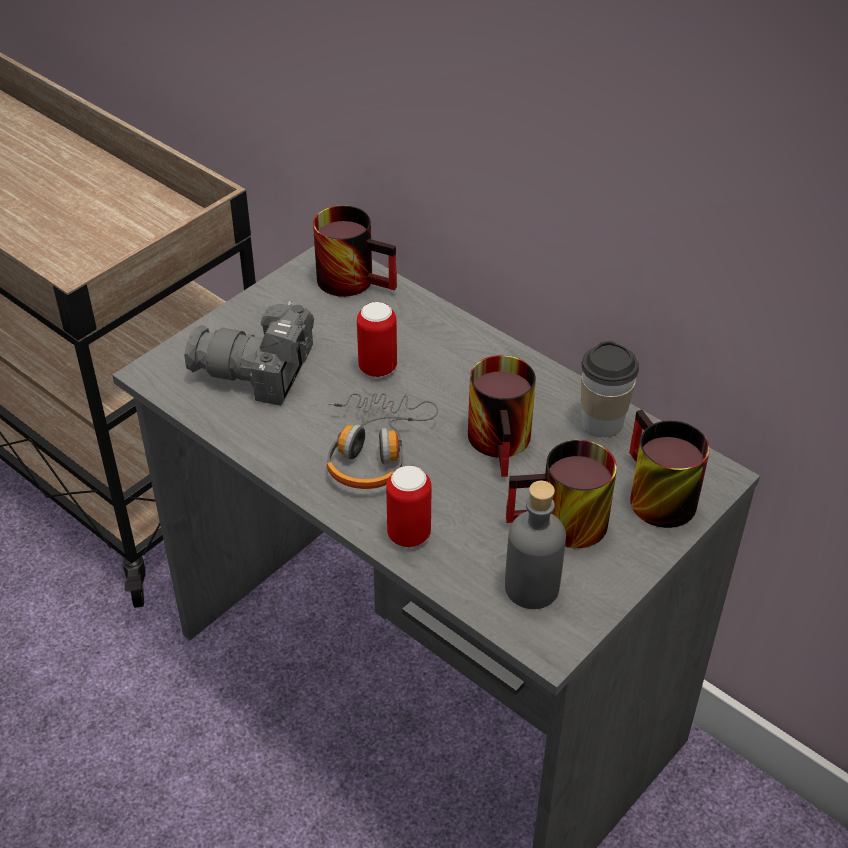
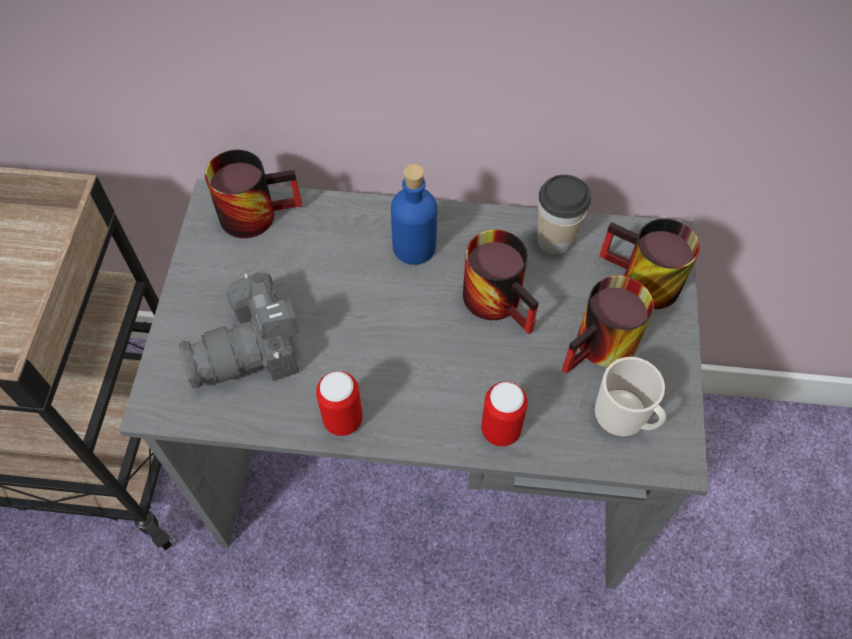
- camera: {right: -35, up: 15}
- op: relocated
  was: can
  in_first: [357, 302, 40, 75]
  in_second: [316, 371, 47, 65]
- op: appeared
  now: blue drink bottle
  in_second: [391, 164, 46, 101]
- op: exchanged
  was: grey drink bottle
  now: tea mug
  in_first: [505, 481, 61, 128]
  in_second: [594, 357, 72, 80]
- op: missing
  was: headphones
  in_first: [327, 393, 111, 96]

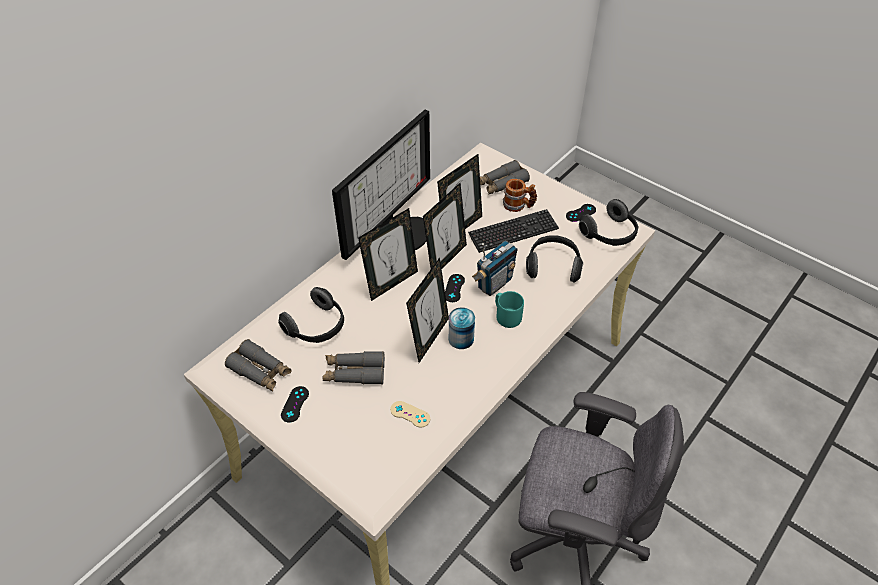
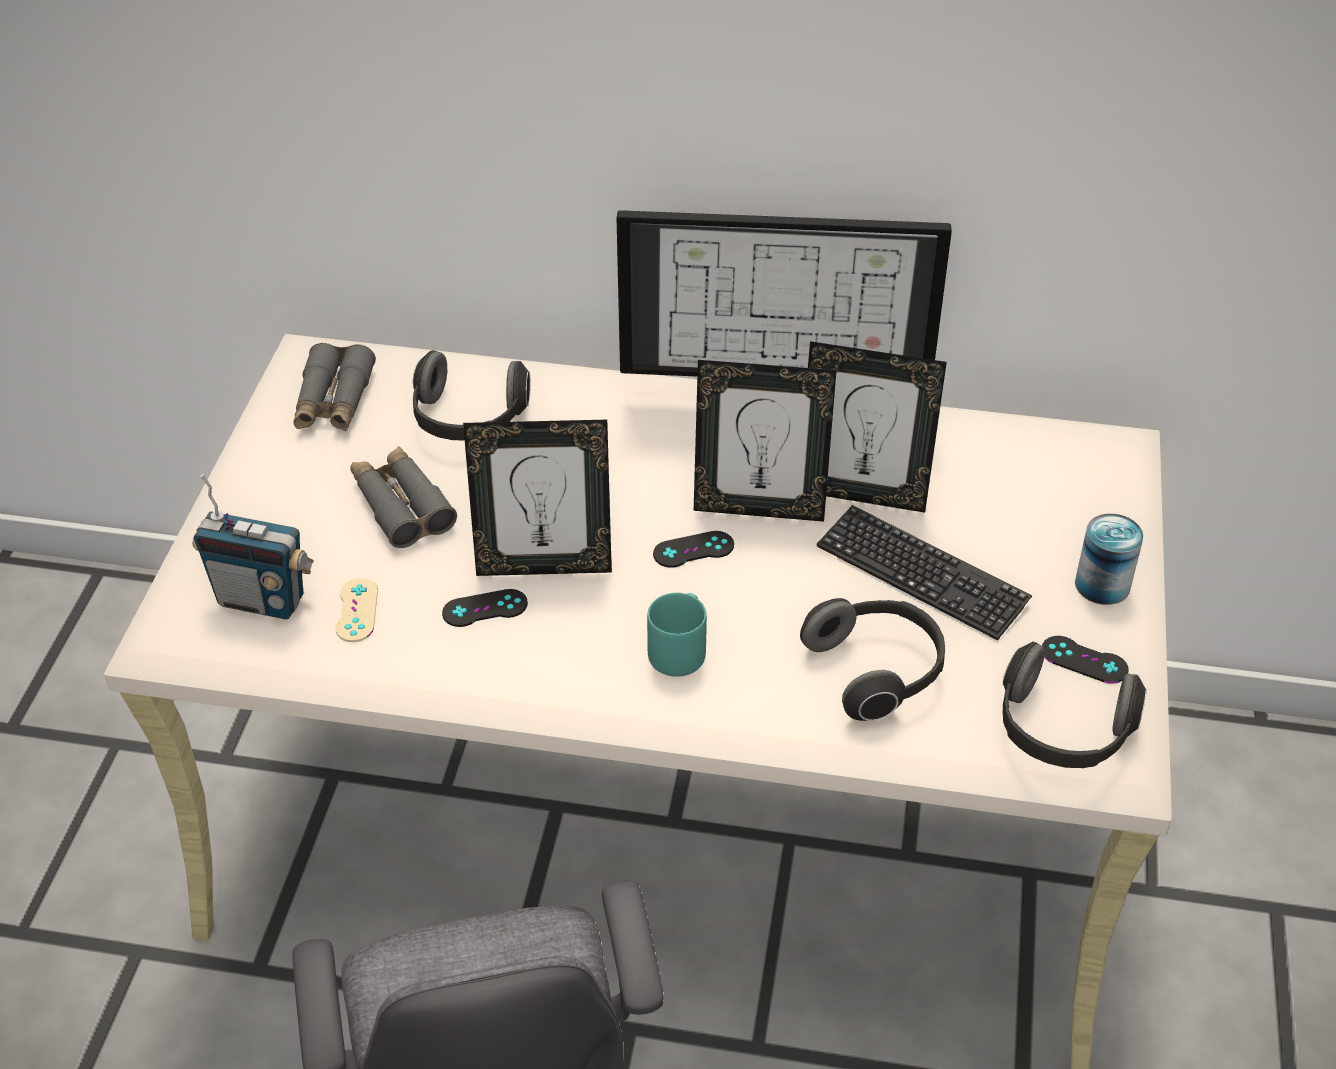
- camera: {right: 60, up: -5}
- op: relocated
  was: radio receiver
  in_first: [472, 241, 46, 55]
  in_second: [193, 474, 121, 145]
- op: relocated
  was: black-coloured joypad
  in_first: [281, 386, 28, 37]
  in_second: [442, 589, 86, 38]
- op: relocated
  was: can
  in_first: [449, 307, 26, 42]
  in_second: [1075, 514, 69, 91]
- op: missing
  was: standing frame
  in_first: [358, 208, 60, 93]
- op: missing
  was: grey field glasses
  in_first: [480, 160, 50, 35]
- op: missing
  was: tea mug
  in_first: [503, 179, 34, 33]

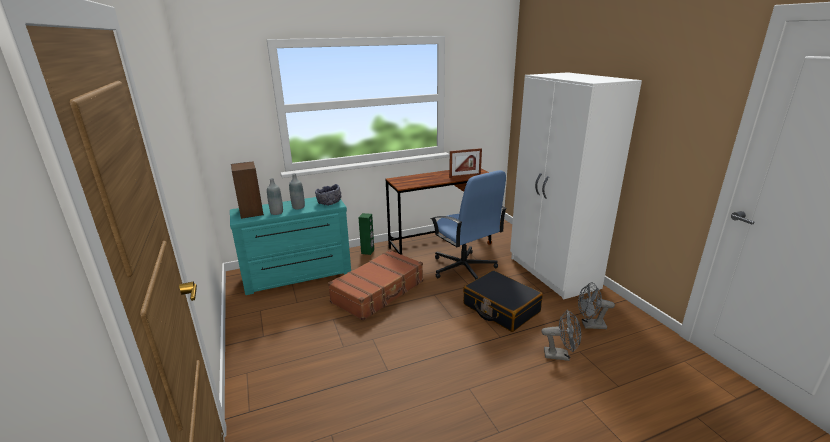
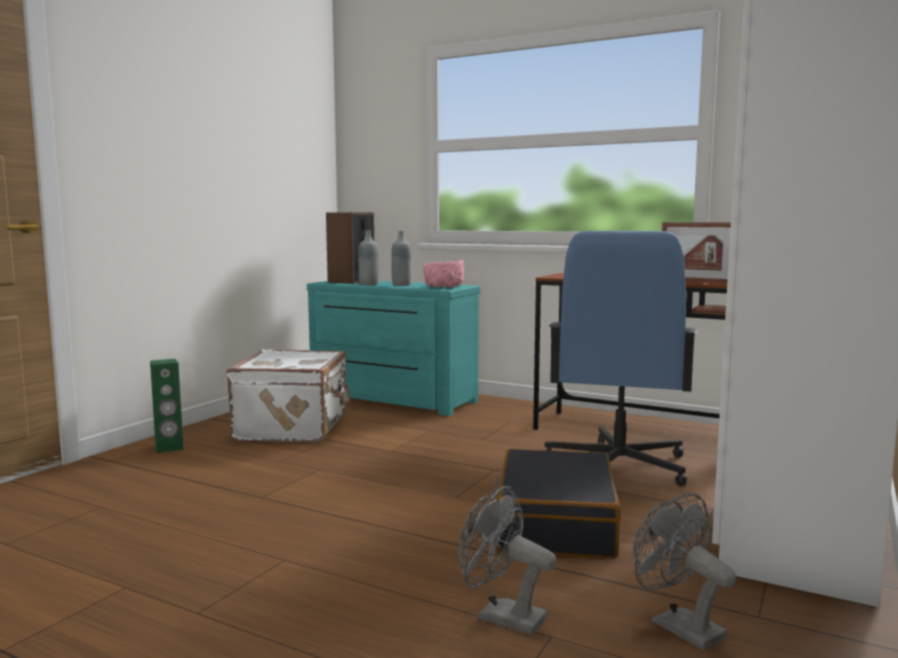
- camera: {right: 50, up: -15}
- op: relocated
  was: greenish audio speaker
  in_first: [358, 213, 16, 42]
  in_second: [150, 359, 34, 94]
- op: appeared
  now: white-coloured suitcase
  in_second: [226, 349, 124, 94]
- op: colour
  was: grey serving bowl
  now: pink-coloured serving bowl
  in_first: [315, 184, 26, 22]
  in_second: [423, 259, 41, 28]
- op: spun
  was: grey electric fan
  in_first: [541, 310, 40, 51]
  in_second: [458, 486, 98, 149]
  clockwise: 150
- op: missing
  was: brownish suitcase
  in_first: [328, 250, 95, 71]

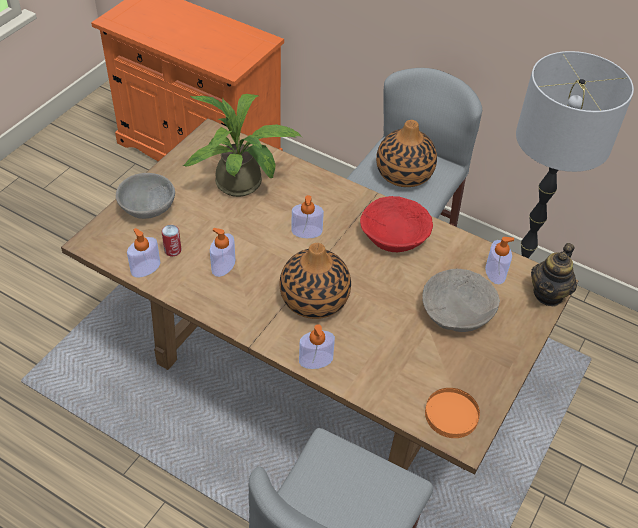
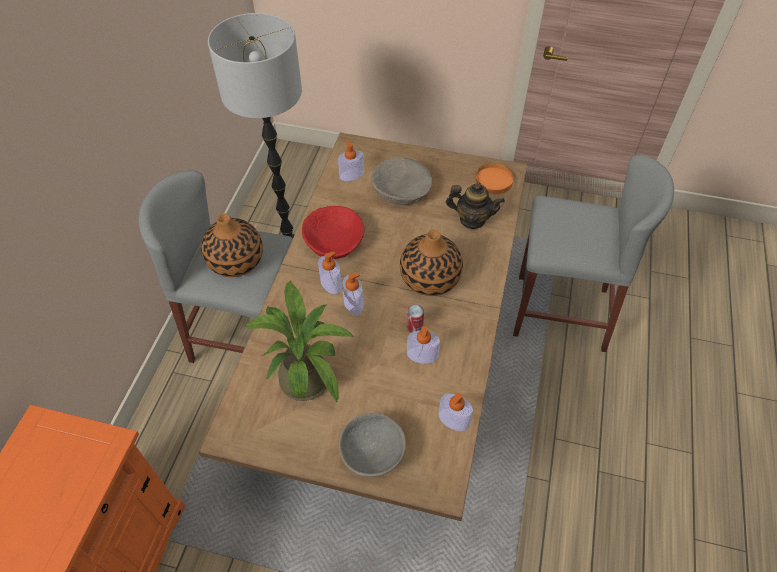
- camera: {right: -105, up: 5}
- op: relocated
  was: soap dispenser
  in_first: [299, 324, 36, 45]
  in_second: [318, 251, 24, 43]
- op: relocated
  was: can
  in_first: [162, 225, 20, 32]
  in_second: [407, 305, 17, 28]
- op: relocated
  was: tea pot
  in_first: [531, 243, 46, 63]
  in_second: [446, 182, 59, 47]

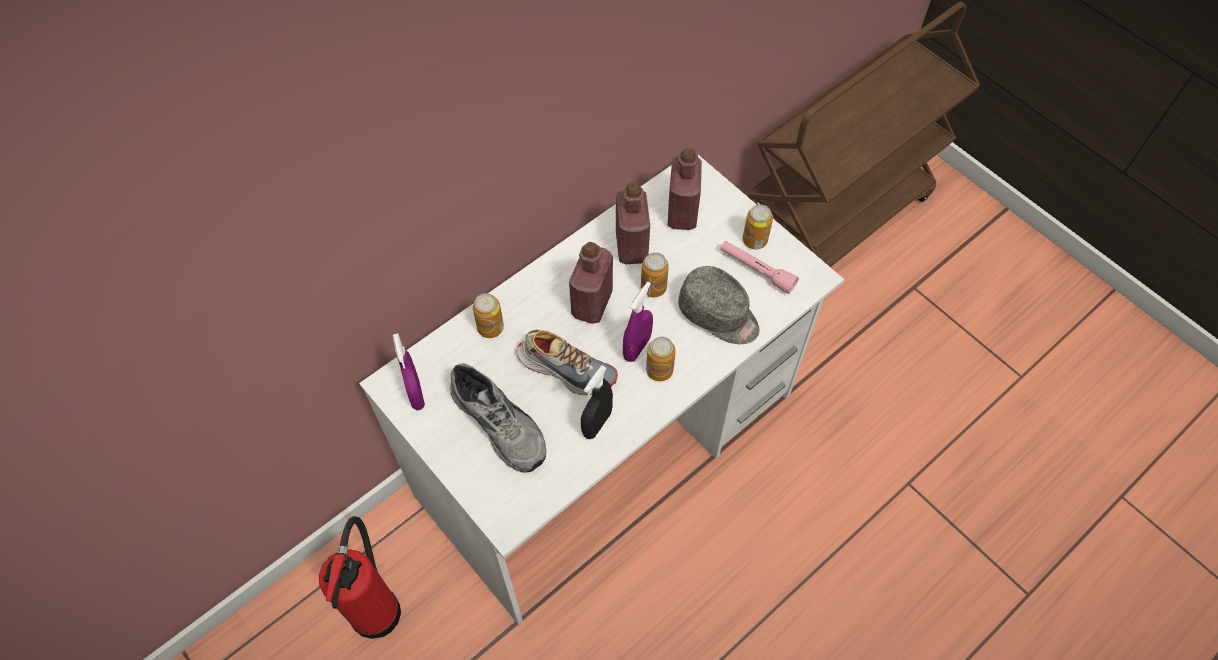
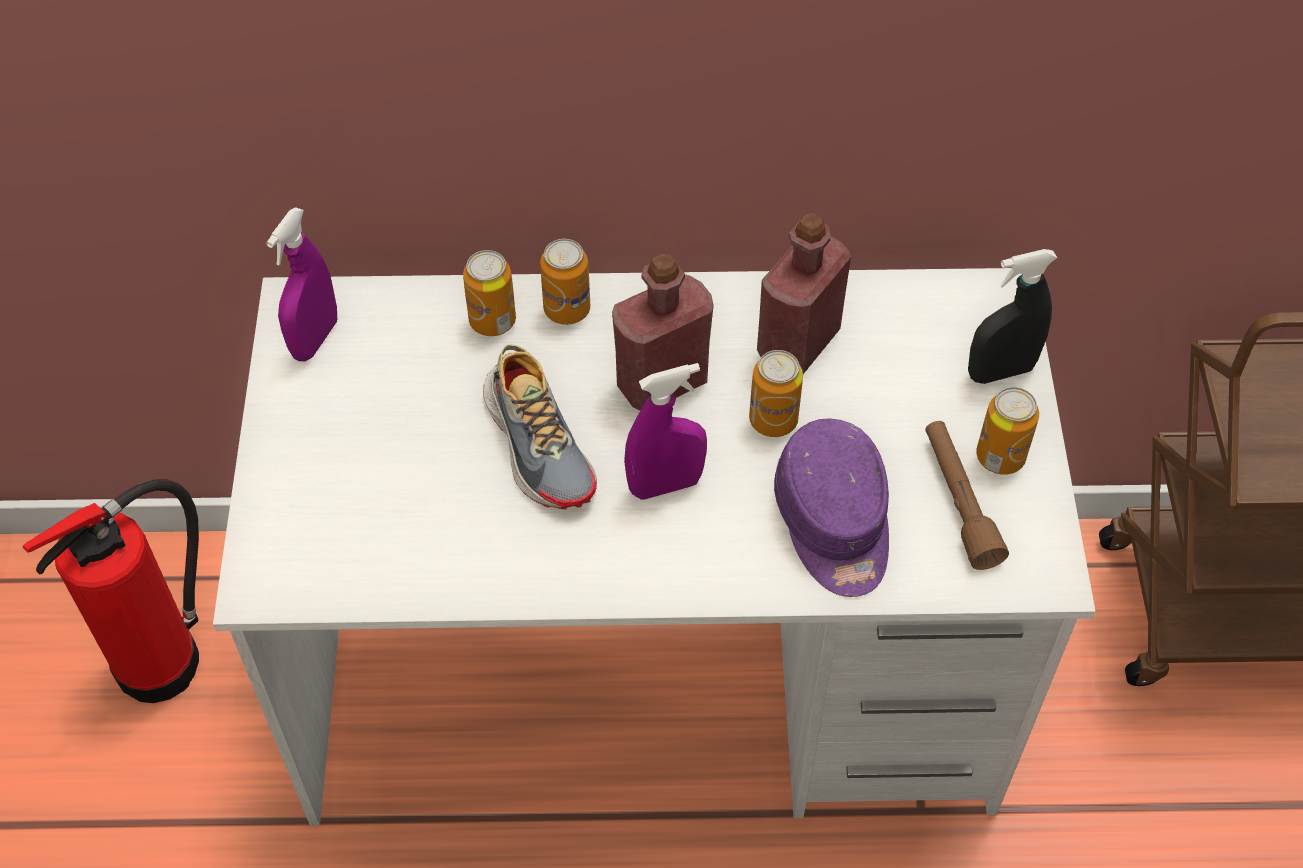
- camera: {right: 40, up: -5}
- op: relocated
  was: can
  in_first: [646, 337, 29, 44]
  in_second: [540, 239, 50, 86]
- op: colour
  was: grey baseball cap
  now: purple baseball cap
  in_first: [678, 266, 81, 78]
  in_second: [774, 418, 115, 179]
- op: colour
  was: pink-coloured torch
  now: brownish torch
  in_first: [720, 241, 79, 53]
  in_second: [925, 421, 84, 149]
- op: relocated
  was: black-coloured hand sprayer
  in_first: [581, 366, 32, 73]
  in_second: [968, 249, 89, 135]
- op: missing
  was: grey shoe
  in_first: [450, 363, 96, 110]
- op: missing
  was: red drink bottle
  in_first: [668, 148, 34, 82]

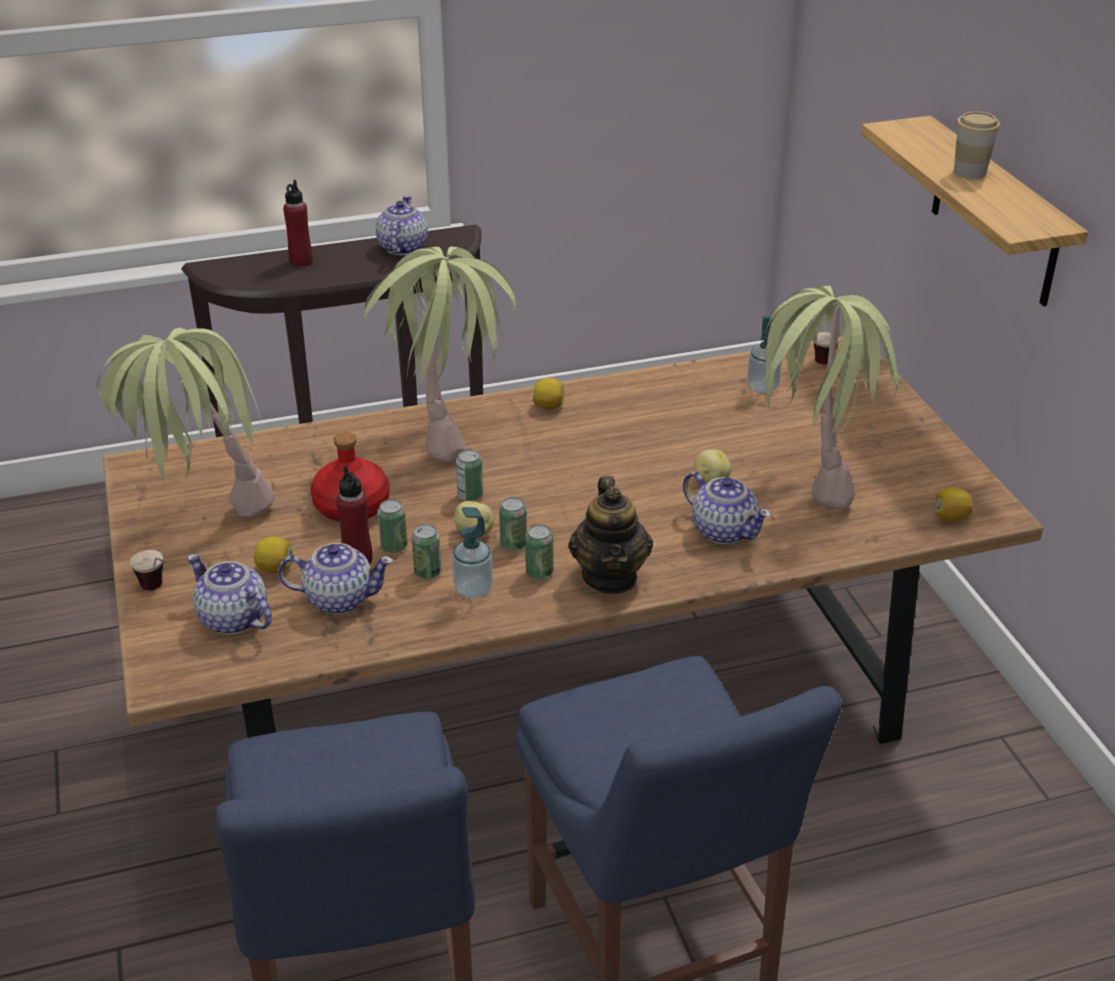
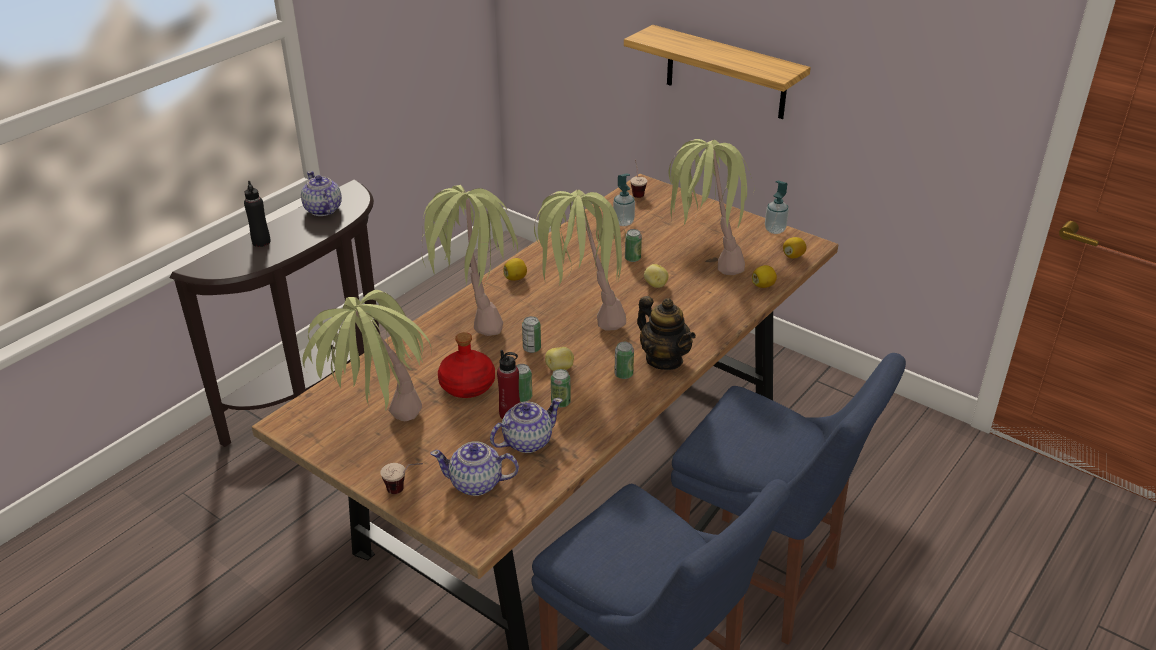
- camera: {right: -35, up: 0}
- op: colour
  was: red drink bottle
  now: black-coloured drink bottle
  in_first: [283, 180, 30, 87]
  in_second: [244, 181, 27, 66]
- op: appeared
  now: plant in a pot
  in_second: [534, 190, 92, 141]
- op: relocated
  was: can
  in_first: [499, 497, 28, 54]
  in_second: [625, 229, 17, 33]
- op: relocated
  was: whole lemon
  in_first: [254, 536, 40, 37]
  in_second: [752, 265, 25, 23]
- op: relocated
  was: soap dispenser
  in_first: [452, 507, 41, 91]
  in_second: [765, 180, 24, 54]
- op: missing
  was: tea pot
  in_first: [683, 472, 88, 72]
- op: missing
  was: small cup
  in_first: [954, 112, 46, 67]

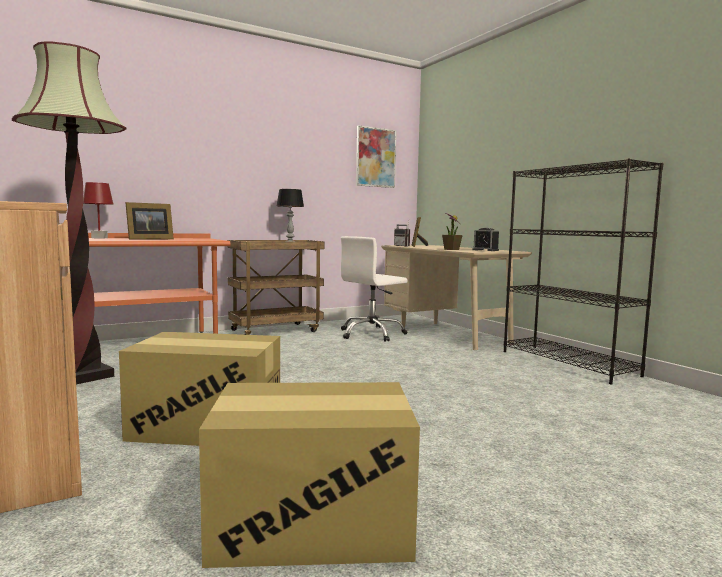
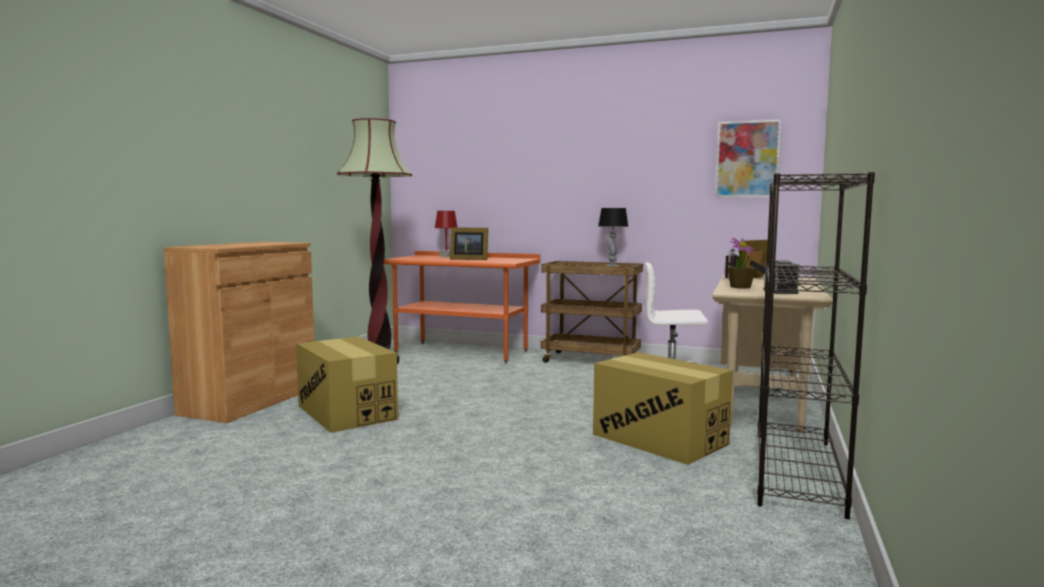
- camera: {right: 50, up: 0}
- op: relocated
  was: cardboard box
  in_first: [199, 382, 221, 186]
  in_second: [593, 352, 140, 113]

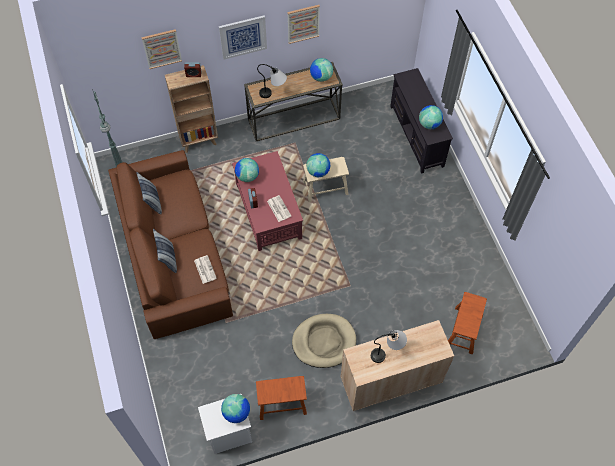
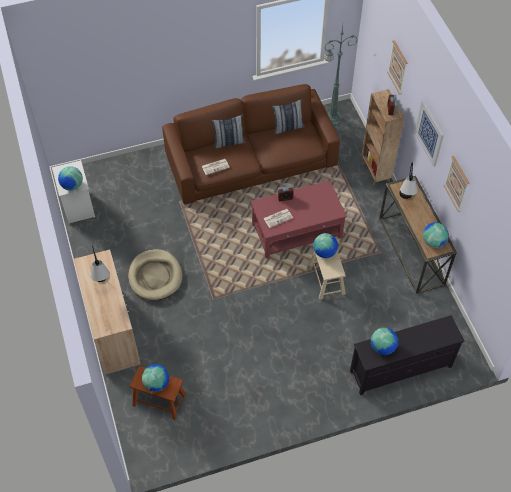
- camera: {right: 90, up: -5}
- op: relocated
  was: globe
  in_first: [235, 158, 24, 24]
  in_second: [142, 364, 27, 28]
- op: missing
  was: brownish stool
  in_first: [256, 376, 51, 44]

